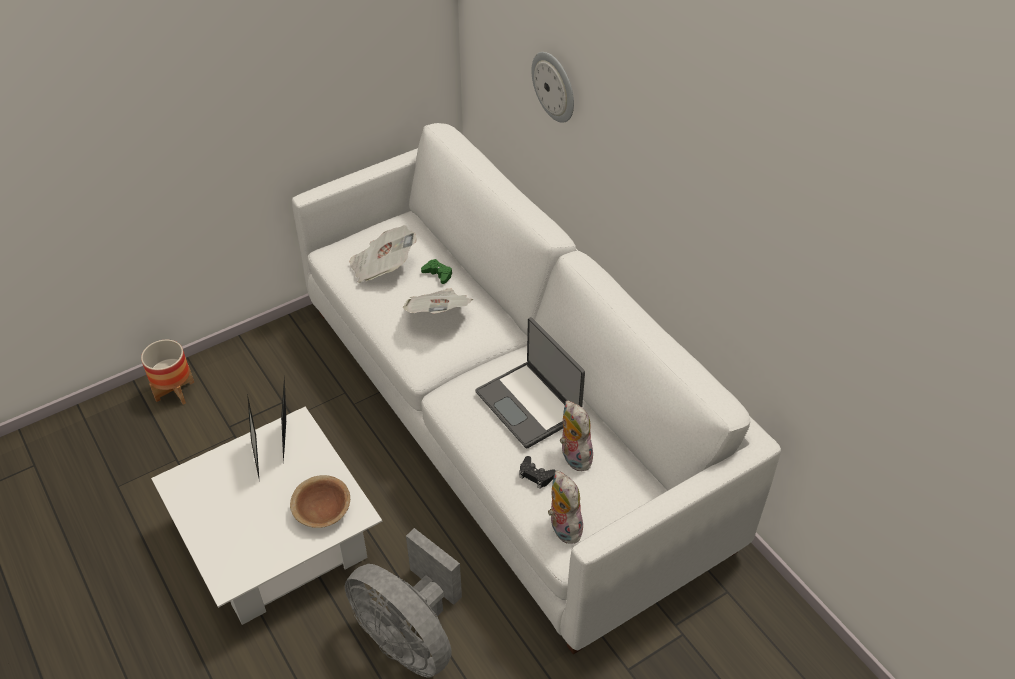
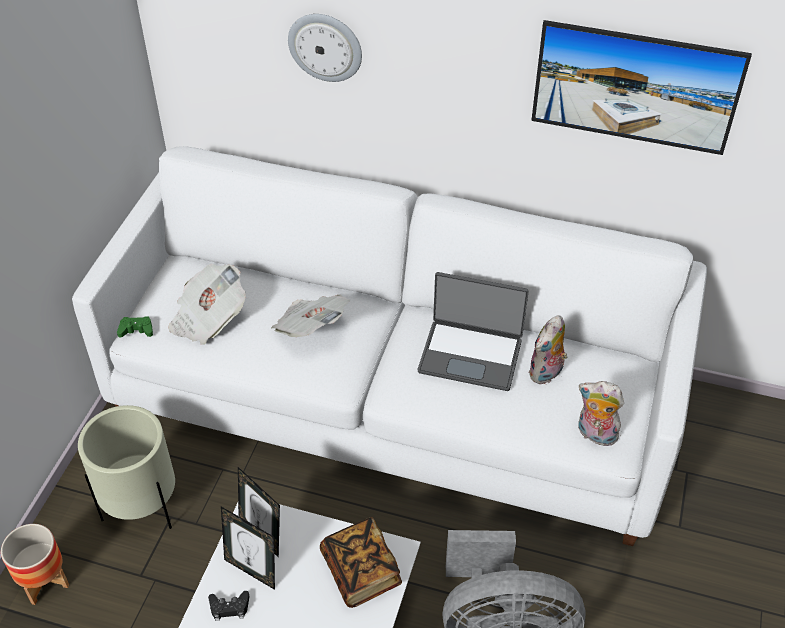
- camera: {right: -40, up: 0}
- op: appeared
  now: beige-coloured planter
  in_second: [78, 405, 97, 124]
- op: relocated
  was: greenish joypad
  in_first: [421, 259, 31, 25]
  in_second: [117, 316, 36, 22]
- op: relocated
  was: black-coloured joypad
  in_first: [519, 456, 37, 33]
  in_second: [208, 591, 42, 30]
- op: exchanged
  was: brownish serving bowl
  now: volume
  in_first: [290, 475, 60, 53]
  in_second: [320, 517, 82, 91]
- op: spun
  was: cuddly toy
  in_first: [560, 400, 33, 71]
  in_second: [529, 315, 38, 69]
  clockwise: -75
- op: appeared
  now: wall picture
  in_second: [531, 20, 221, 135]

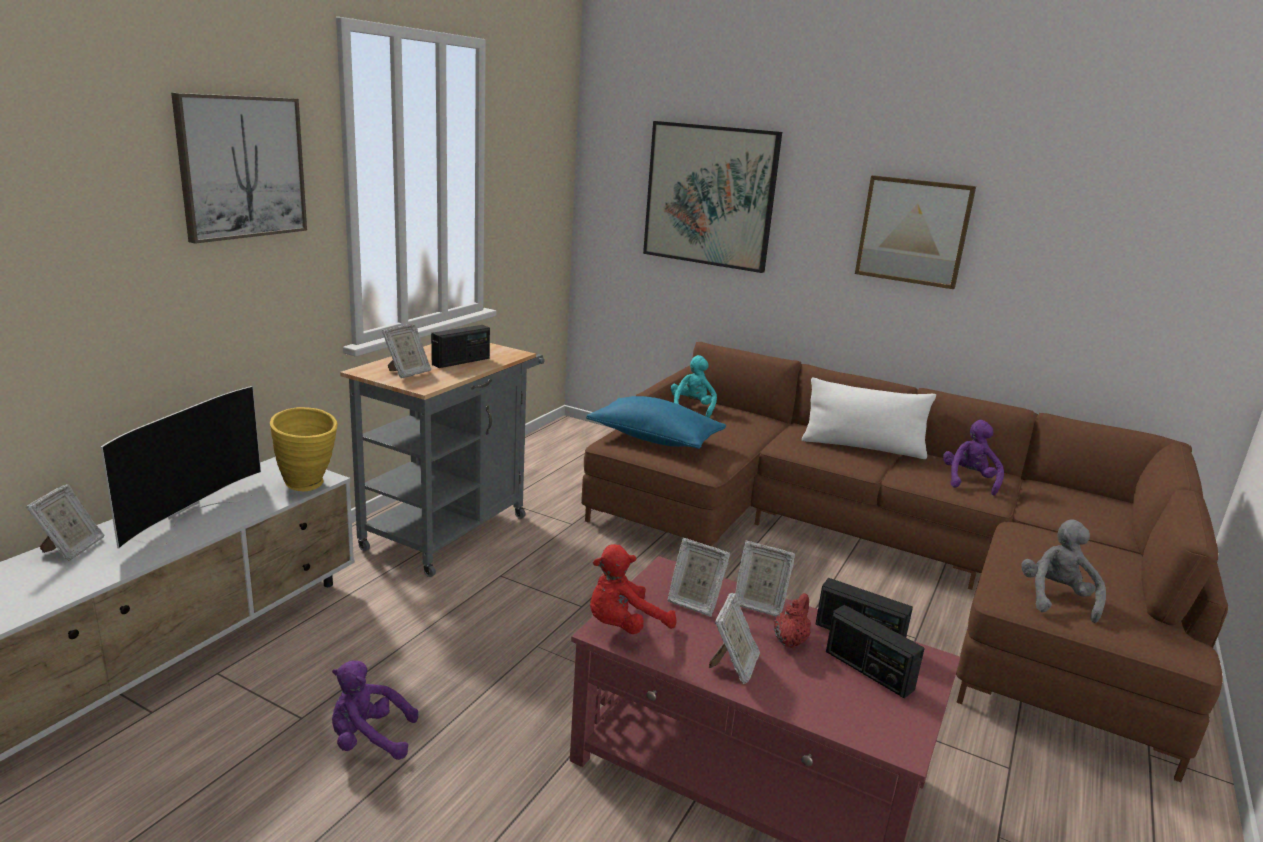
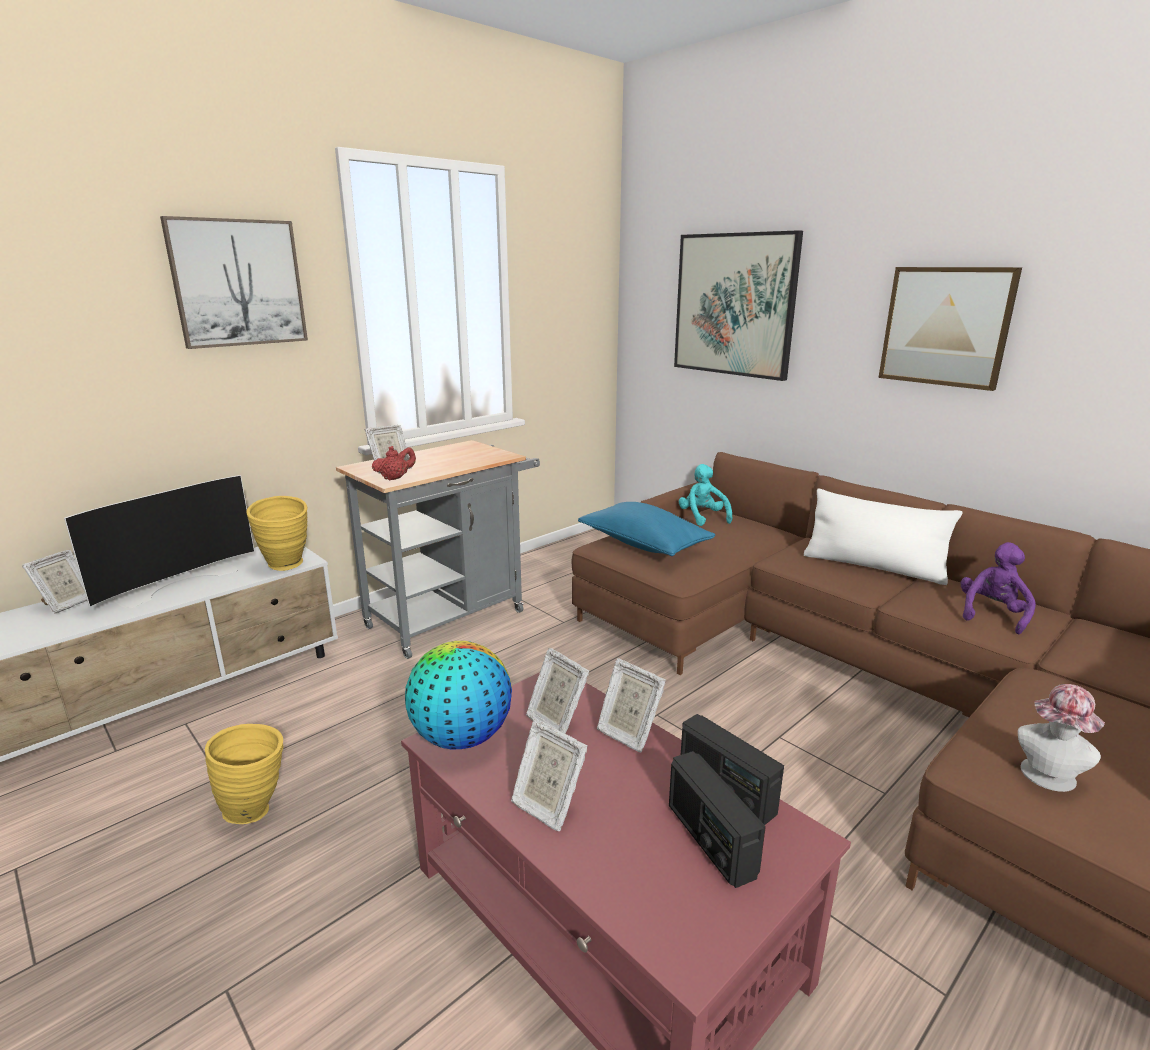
- camera: {right: 20, up: 0}
- op: exchanged
  was: purple cuddly toy
  now: yellowish flower vase
  in_first: [332, 661, 86, 99]
  in_second: [205, 724, 78, 100]
- op: relocated
  was: red tea pot
  in_first: [774, 593, 37, 55]
  in_second: [372, 446, 44, 34]
- op: exchanged
  was: red cuddly toy
  now: globe
  in_first: [590, 544, 87, 90]
  in_second: [405, 641, 107, 108]
- op: spun
  was: standing frame
  in_first: [709, 593, 51, 91]
  in_second: [511, 718, 77, 113]
  clockwise: 90
- op: spun
  was: turquoise-coloured cuddly toy
  in_first: [671, 355, 46, 63]
  in_second: [678, 464, 54, 62]
  clockwise: -45
- op: exchanged
  was: grey cuddly toy
  now: clothing hat
  in_first: [1021, 519, 85, 104]
  in_second: [1018, 684, 87, 108]
- op: missing
  was: radio receiver
  in_first: [431, 325, 59, 43]

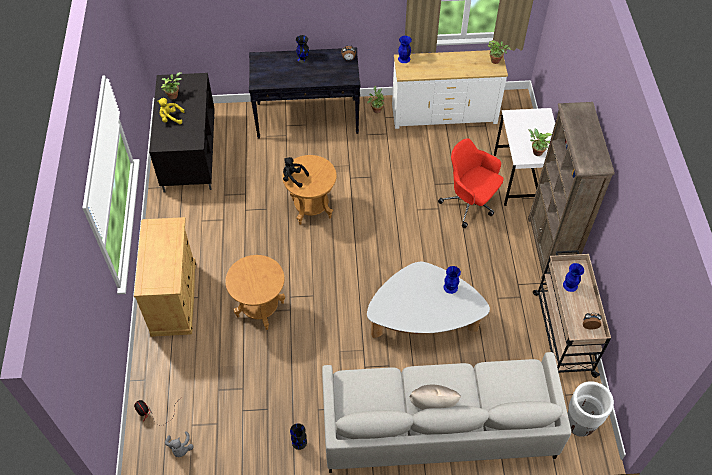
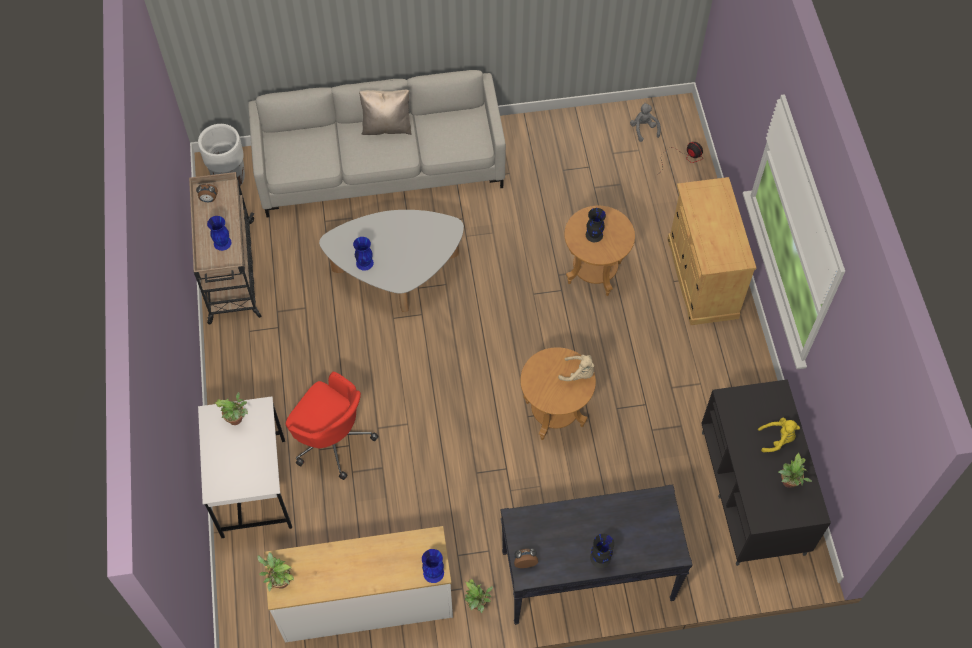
- camera: {right: 175, up: 5}
- op: colour
  was: black-coloured cuddly toy
  now: beige-coloured cuddly toy
  in_first: [283, 157, 26, 31]
  in_second: [558, 355, 36, 26]
- op: relocated
  was: black-coloured flower vase
  in_first: [290, 423, 17, 27]
  in_second: [586, 208, 20, 34]
- op: missing
  was: brownish shelving unit
  in_first: [528, 102, 87, 179]

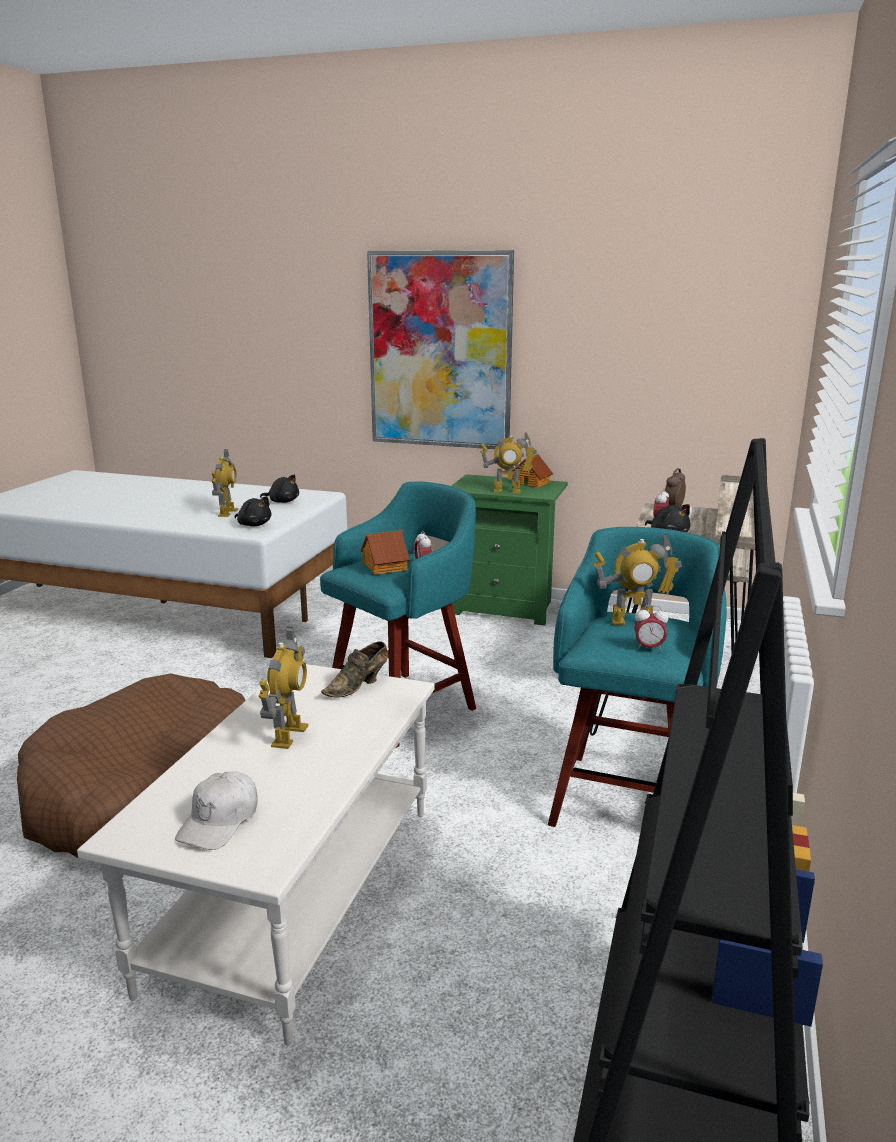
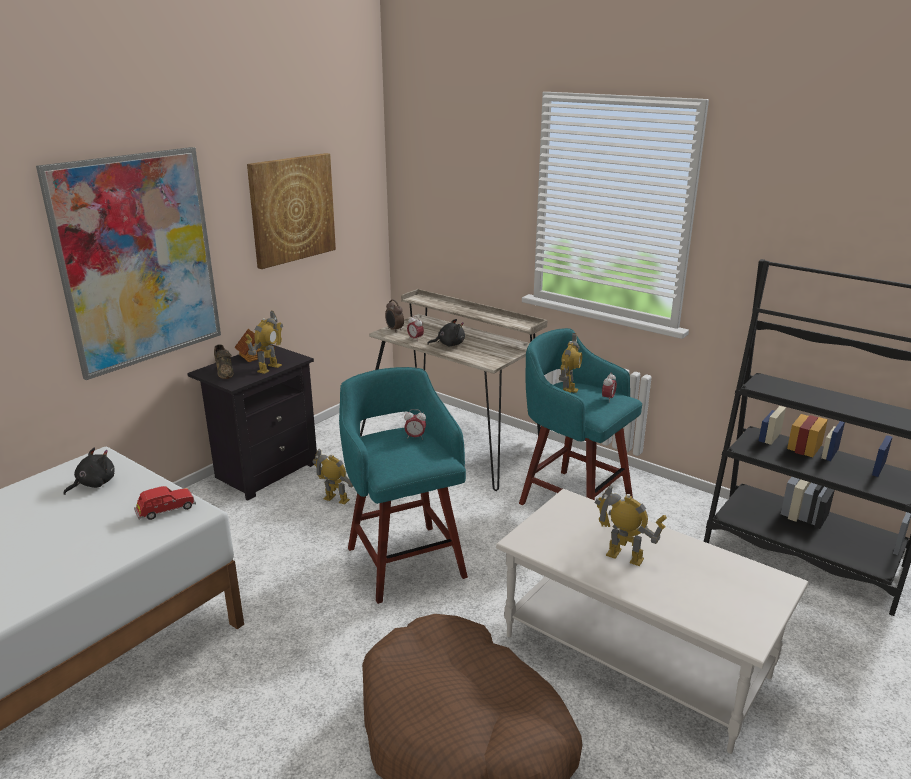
- camera: {right: -70, up: 5}
- op: exchanged
  was: black-coloured cuddly toy
  now: red miniature car
  in_first: [235, 496, 37, 30]
  in_second: [134, 486, 62, 34]
- op: colour
  was: greenish night table
  now: black-coloured night table
  in_first: [452, 474, 116, 152]
  in_second: [187, 345, 130, 156]
- op: relocated
  was: brownish shoe
  in_first: [321, 641, 67, 57]
  in_second: [214, 344, 20, 35]
- op: appeared
  now: wall picture
  in_second: [247, 153, 89, 116]
- op: relocated
  was: toy robot
  in_first: [211, 449, 28, 68]
  in_second: [313, 448, 40, 56]
- op: missing
  was: white-coloured baseball cap
  in_first: [175, 771, 82, 79]
- op: missing
  was: model house
  in_first: [361, 530, 49, 45]

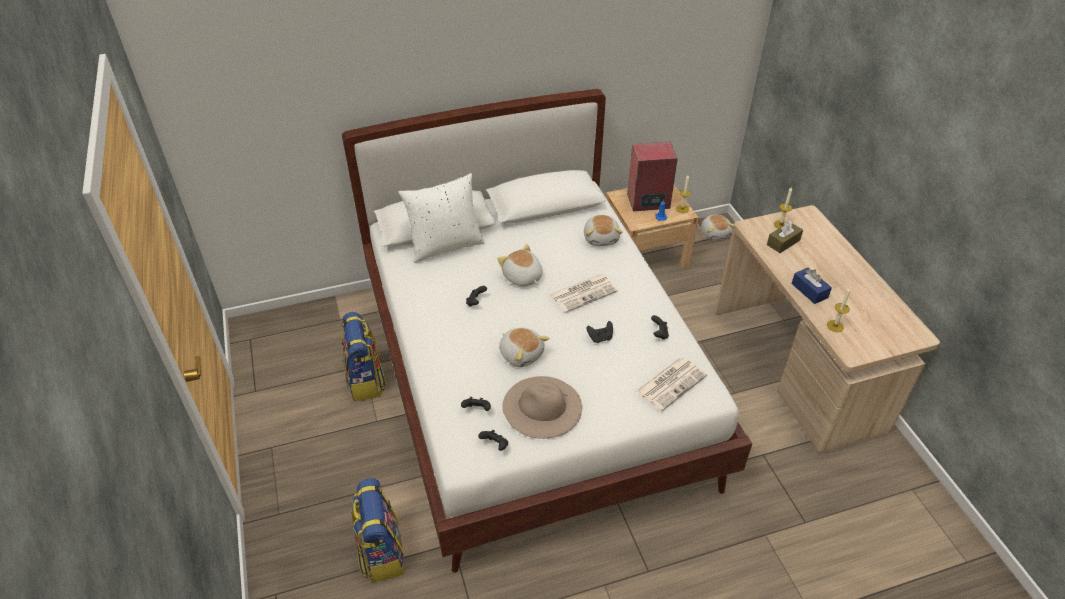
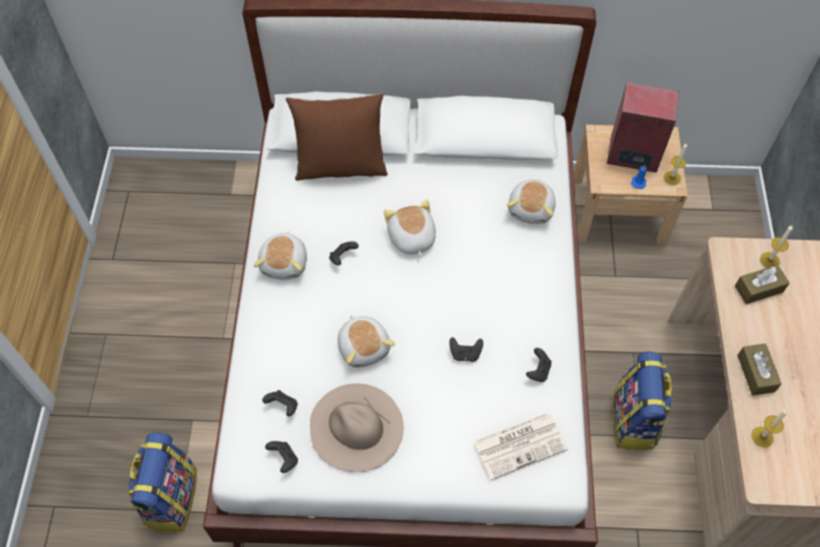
- camera: {right: 20, up: 15}
- op: relocated
  was: cuddly toy
  in_first: [701, 215, 33, 25]
  in_second: [254, 231, 53, 49]
- op: colour
  was: white-coloured pillow
  now: brownish pillow
  in_first: [398, 173, 87, 90]
  in_second: [286, 93, 102, 88]
- op: relocated
  was: backpack
  in_first: [341, 312, 45, 90]
  in_second: [613, 351, 60, 100]
- op: colour
  was: blue tissue box
  now: brownish tissue box
  in_first: [792, 268, 40, 36]
  in_second: [737, 343, 45, 52]
- op: missing
  was: newspaper
  in_first: [550, 274, 68, 39]

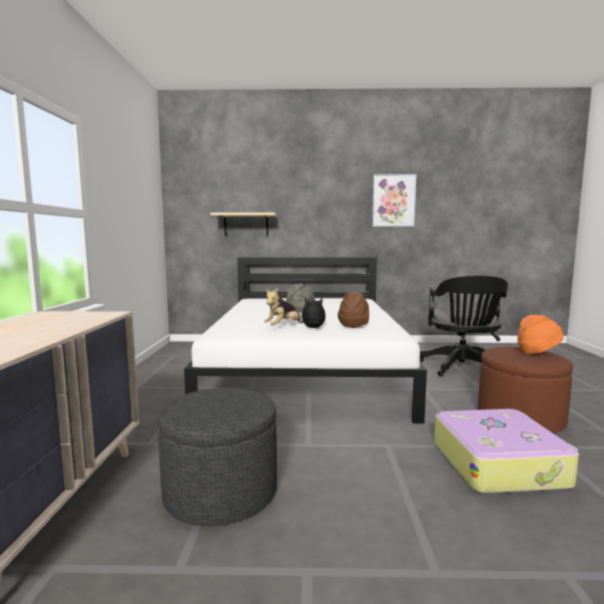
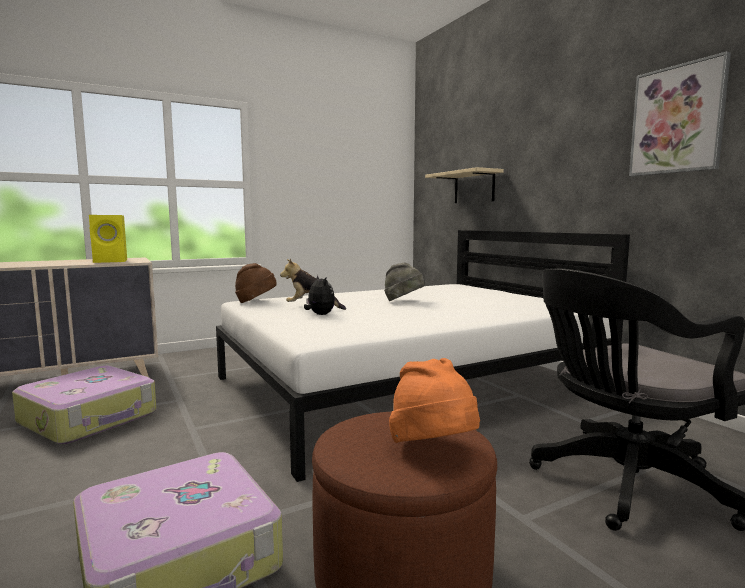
- camera: {right: 60, up: 0}
- op: exchanged
  was: grey pouffe
  now: suitcase
  in_first: [158, 388, 119, 138]
  in_second: [12, 366, 144, 78]
- op: appeared
  now: yellowish audio speaker
  in_second: [89, 215, 38, 48]
- op: relocated
  was: brownish clothing hat
  in_first: [338, 292, 31, 36]
  in_second: [235, 263, 42, 40]

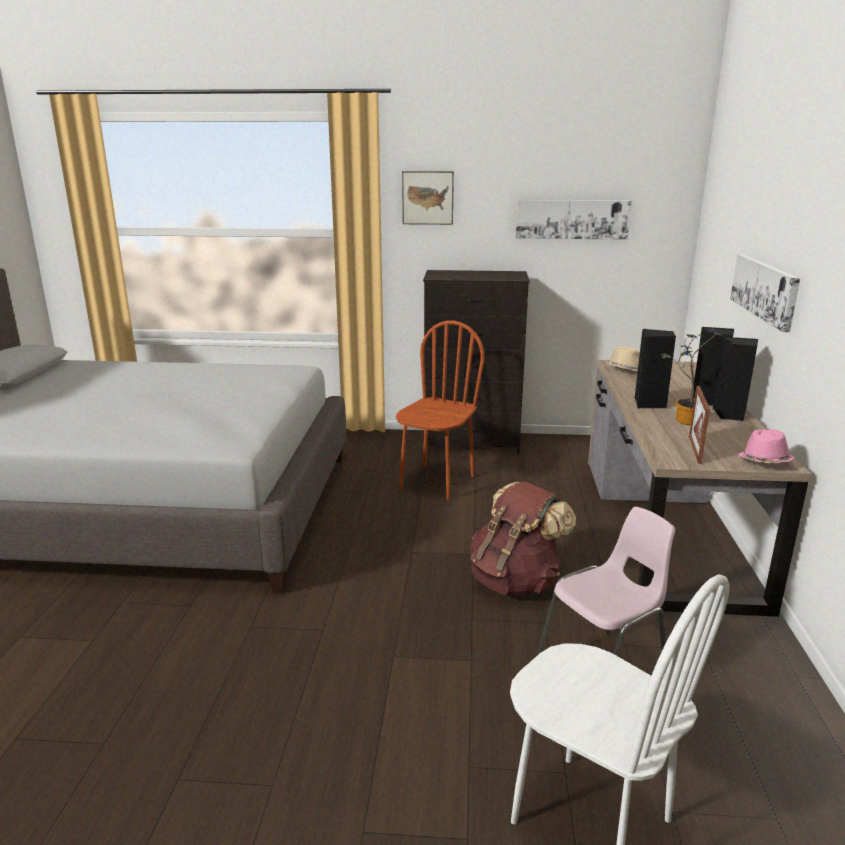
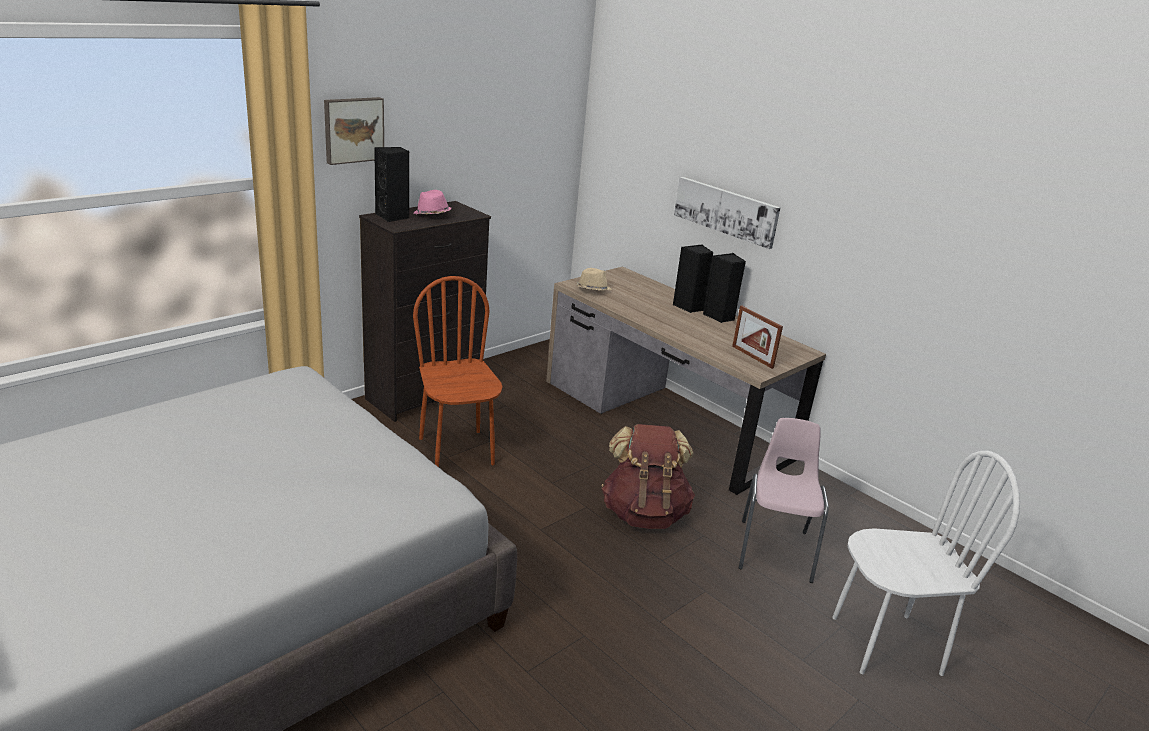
- camera: {right: -50, up: 5}
- op: relocated
  was: black-coloured audio speaker
  in_first: [635, 329, 41, 79]
  in_second: [374, 147, 35, 75]
- op: relocated
  was: pink-coloured clothing hat
  in_first: [738, 429, 56, 34]
  in_second: [414, 190, 37, 25]
- op: missing
  was: wall picture
  in_first: [516, 200, 116, 40]
- op: missing
  was: plant in a pot
  in_first: [661, 329, 61, 96]

